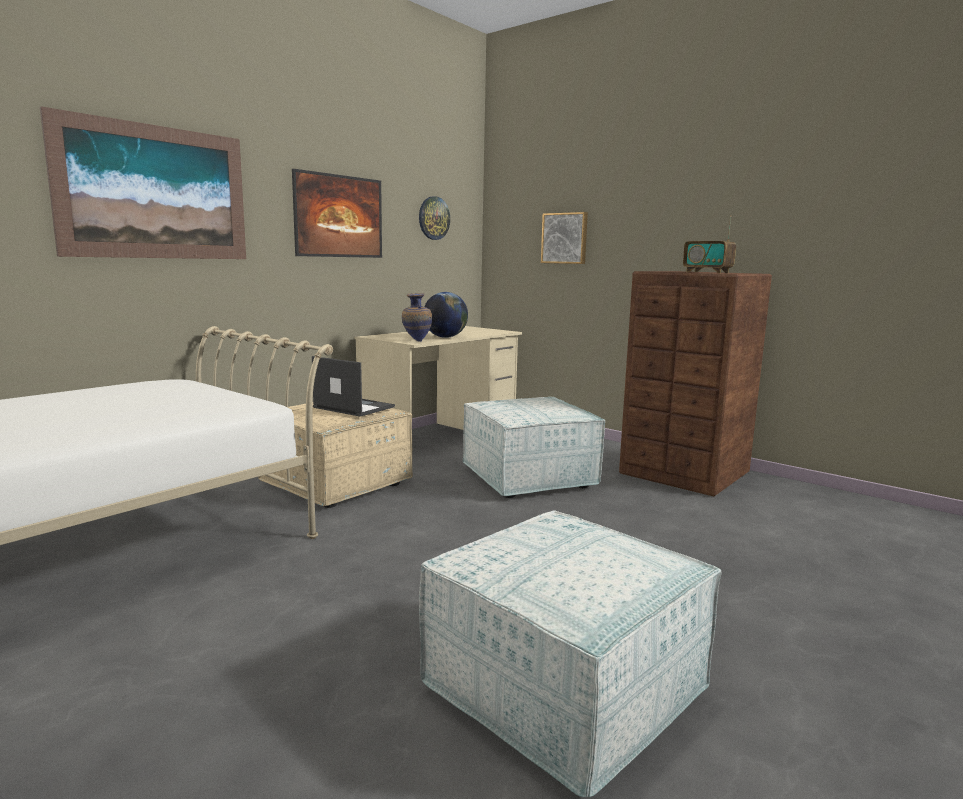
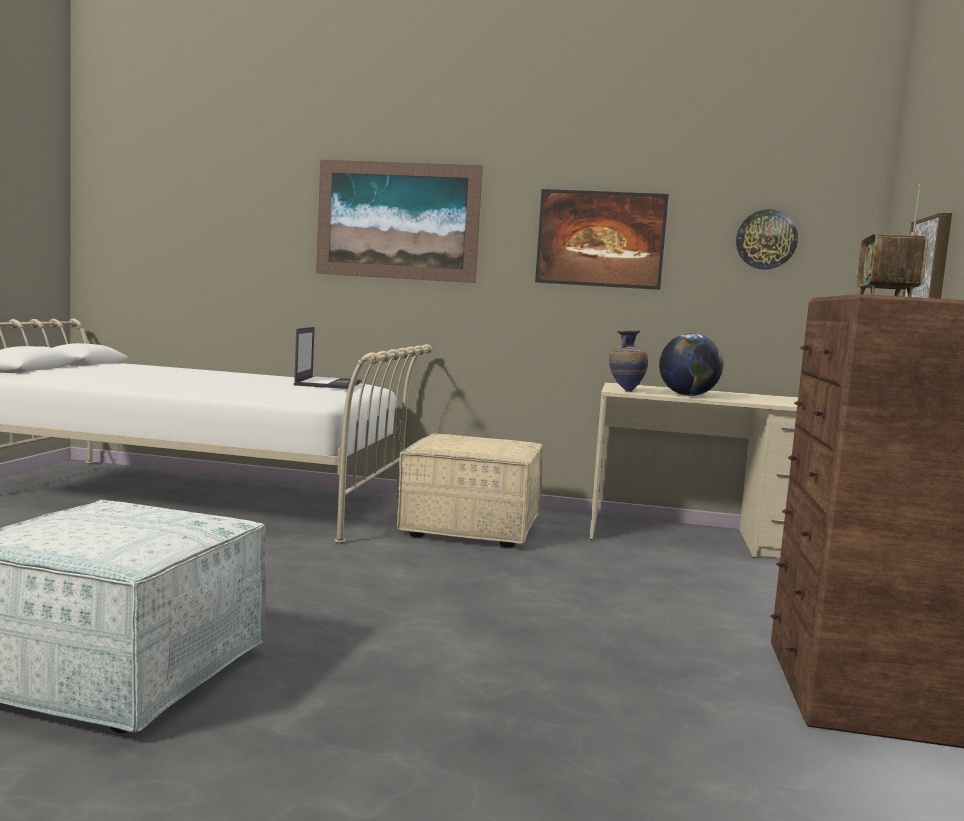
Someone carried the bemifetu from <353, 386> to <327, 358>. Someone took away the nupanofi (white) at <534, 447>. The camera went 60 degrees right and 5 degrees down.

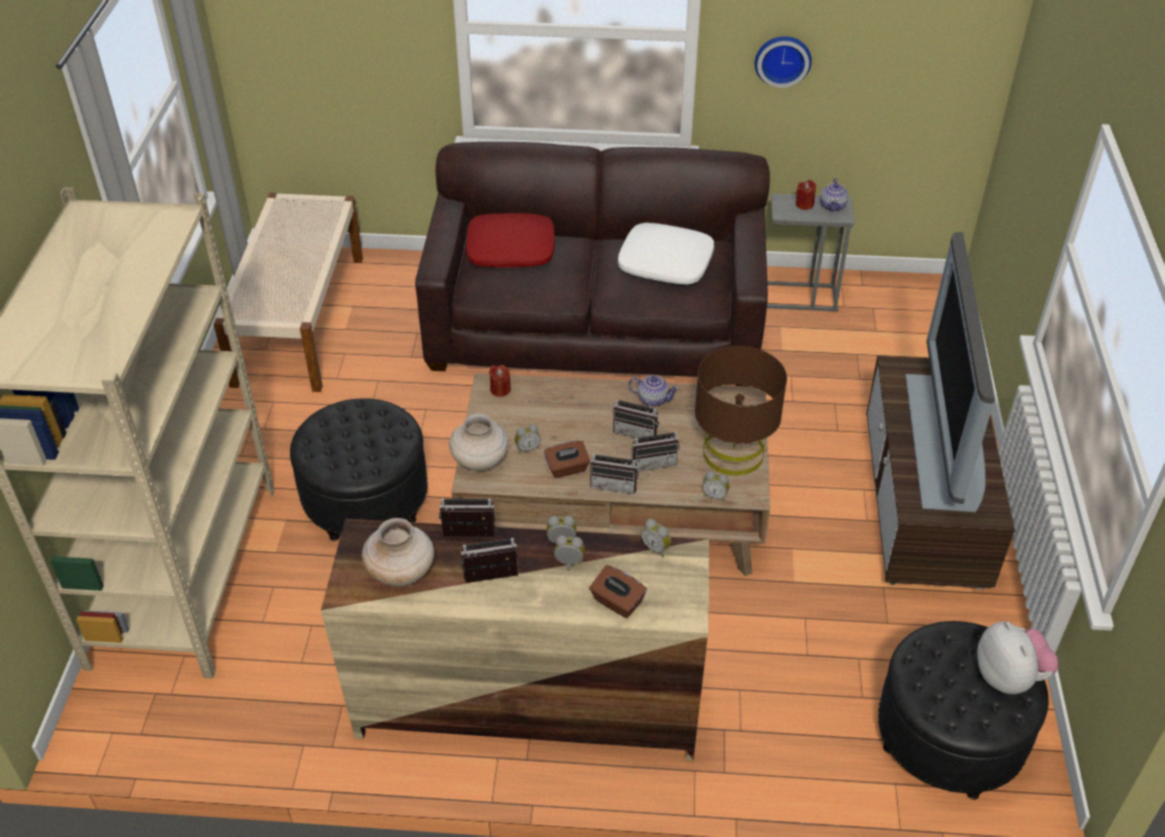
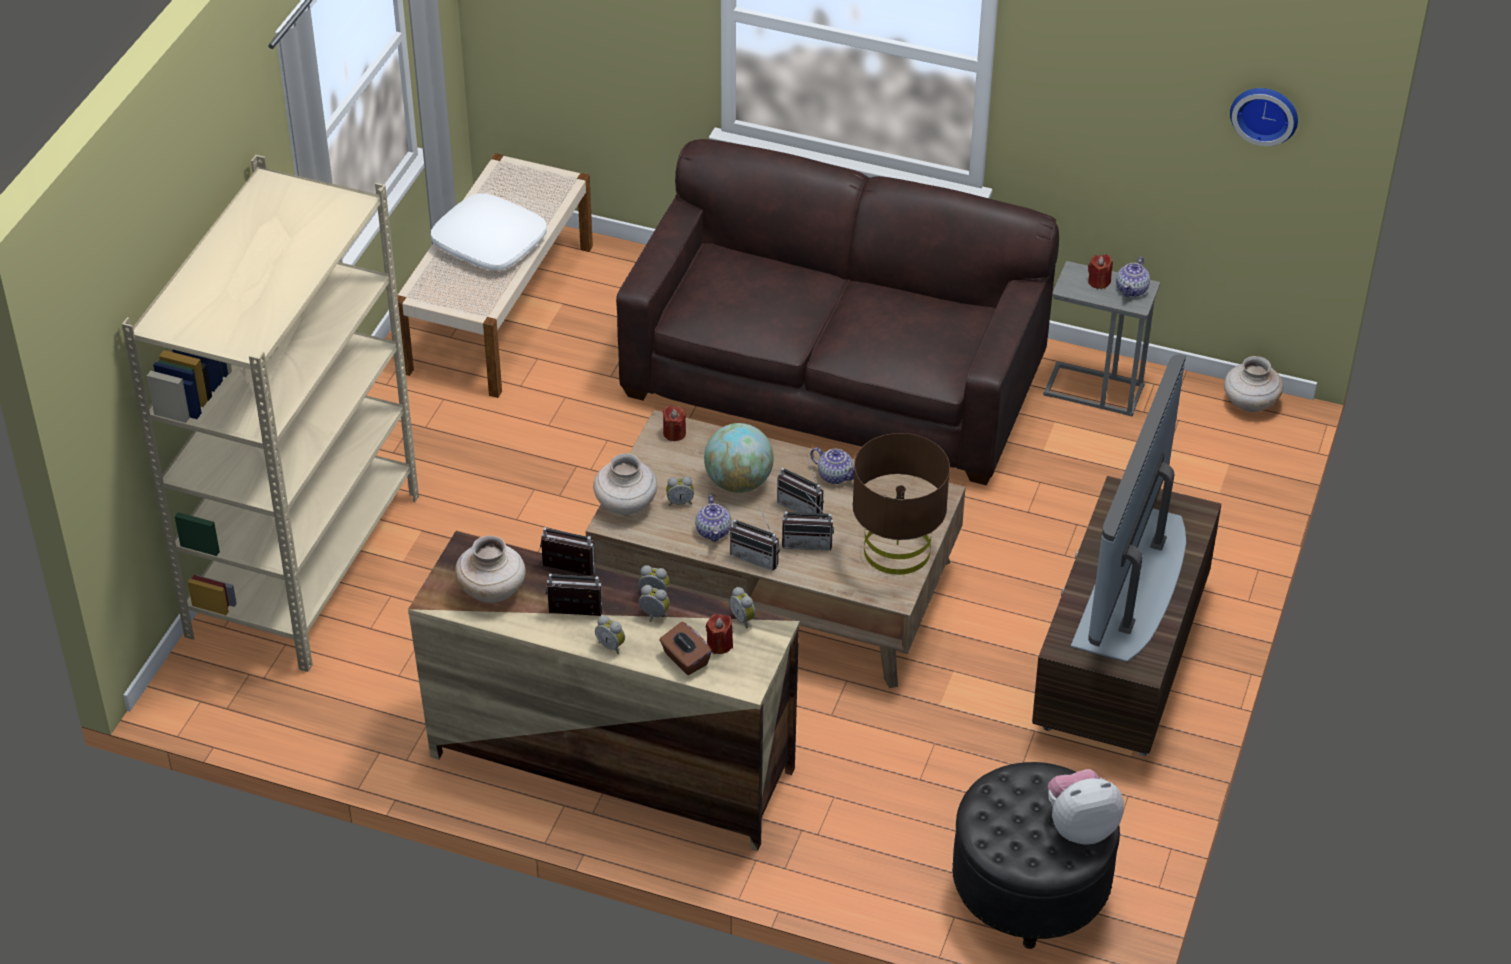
Someone carried the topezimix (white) from <666, 253> to <489, 232>. Someone carried the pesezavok from <716, 486> to <610, 634>. Someone swapped the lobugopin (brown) at <567, 459> for the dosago at <713, 518>. Someone put down the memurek at <739, 458>. Someone put down the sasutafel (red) at <719, 634>. Someone rotated the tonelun at <1017, 657> by 105 degrees counterclockwise. Someone put down the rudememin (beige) at <1253, 384>. Someone carried the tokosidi from <783, 62> to <1264, 117>. Someone took away the nupanofi (black) at <359, 469>. Someone took away the topezimix (red) at <510, 240>. The camera went 15 degrees right and 0 degrees up.

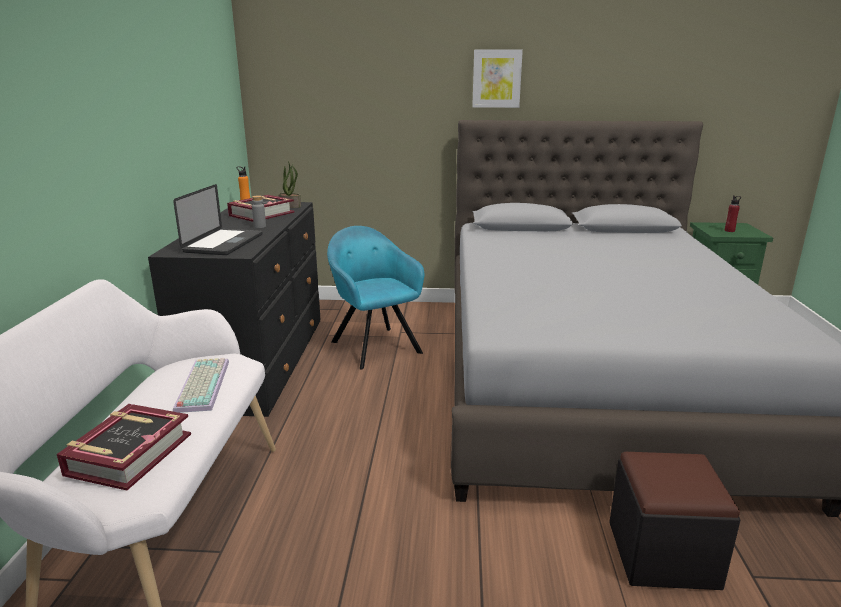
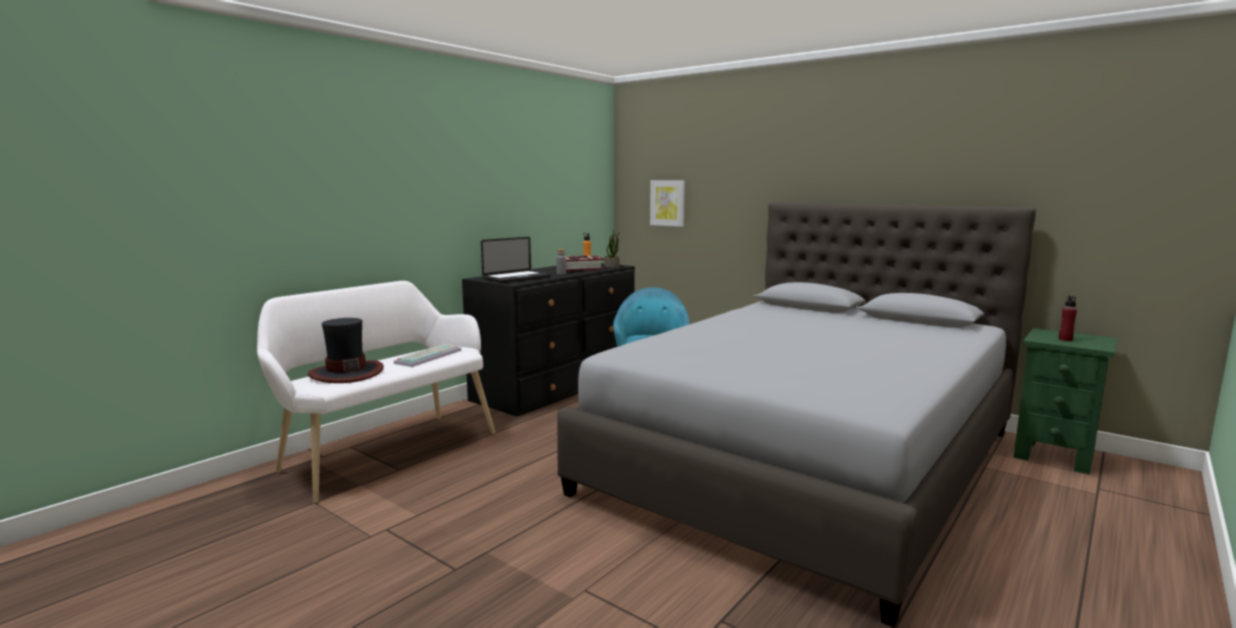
Someone swapped the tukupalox at <124, 447> for the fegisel at <346, 350>. Someone carried the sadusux from <497, 78> to <667, 203>. Someone took away the nupanofi (black) at <674, 521>. The camera went 35 degrees right and 10 degrees down.

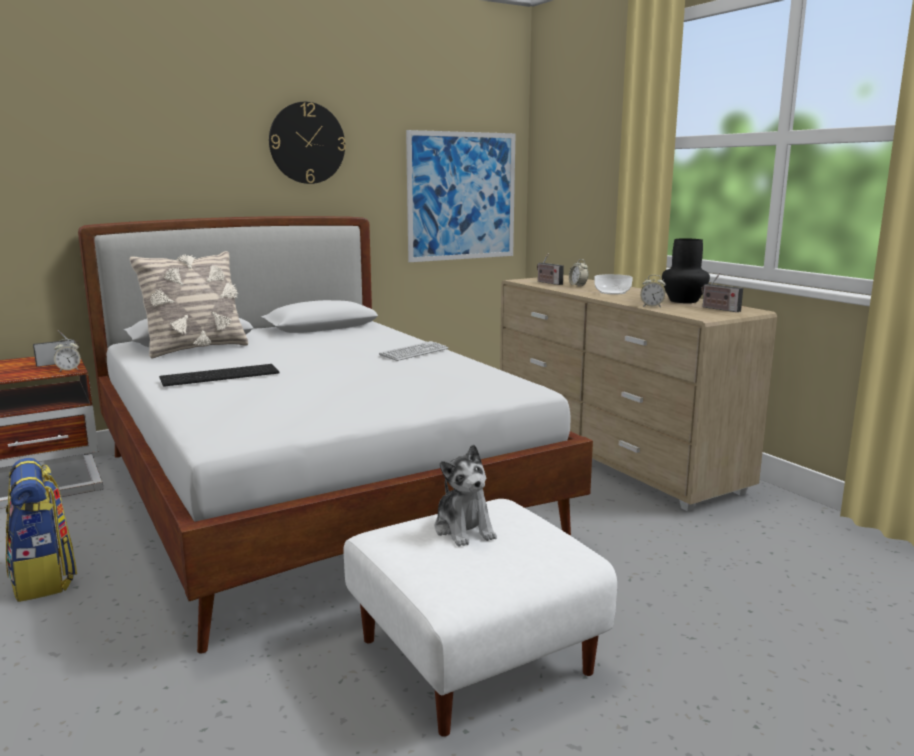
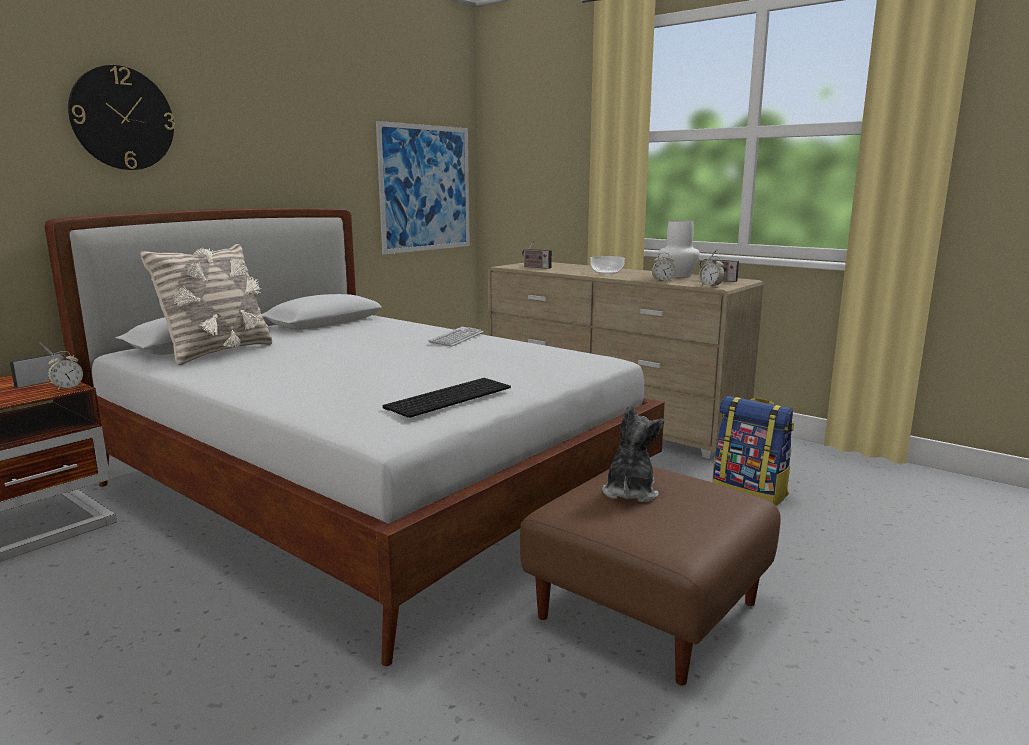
Someone carried the tokosidi from <307, 143> to <121, 117>. Someone carried the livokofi from <219, 375> to <447, 398>. Someone repainted the nupanofi (white) at <480, 618>, which became the nupanofi (brown) at <650, 576>. Someone rotated the tonelun at <466, 495> by 120 degrees counterclockwise. Someone repainted the rudememin (black) at <686, 270>, which became the rudememin (white) at <679, 249>. Someone carried the pesezavok from <578, 273> to <712, 271>. Someone carried the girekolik from <41, 530> to <753, 451>. The camera went 20 degrees left and 0 degrees up.

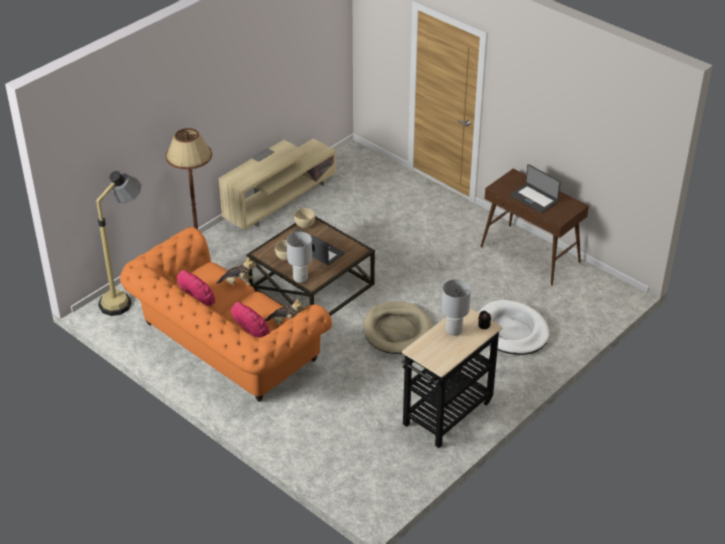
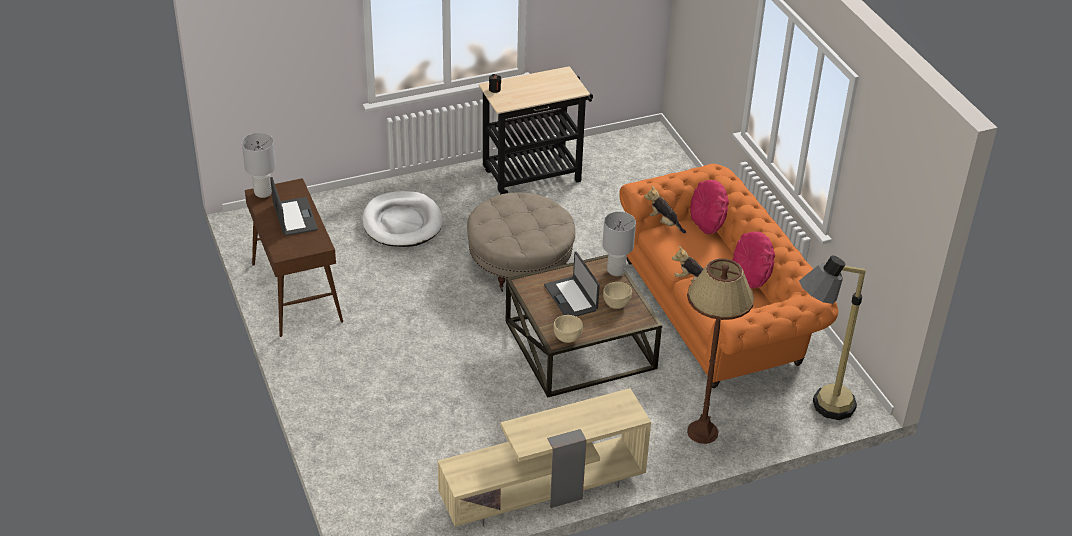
Someone carried the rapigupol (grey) from <456, 307> to <259, 165>. Someone swapped the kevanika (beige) at <397, 327> for the nupanofi (beige) at <521, 242>. The camera went 155 degrees left and 0 degrees up.

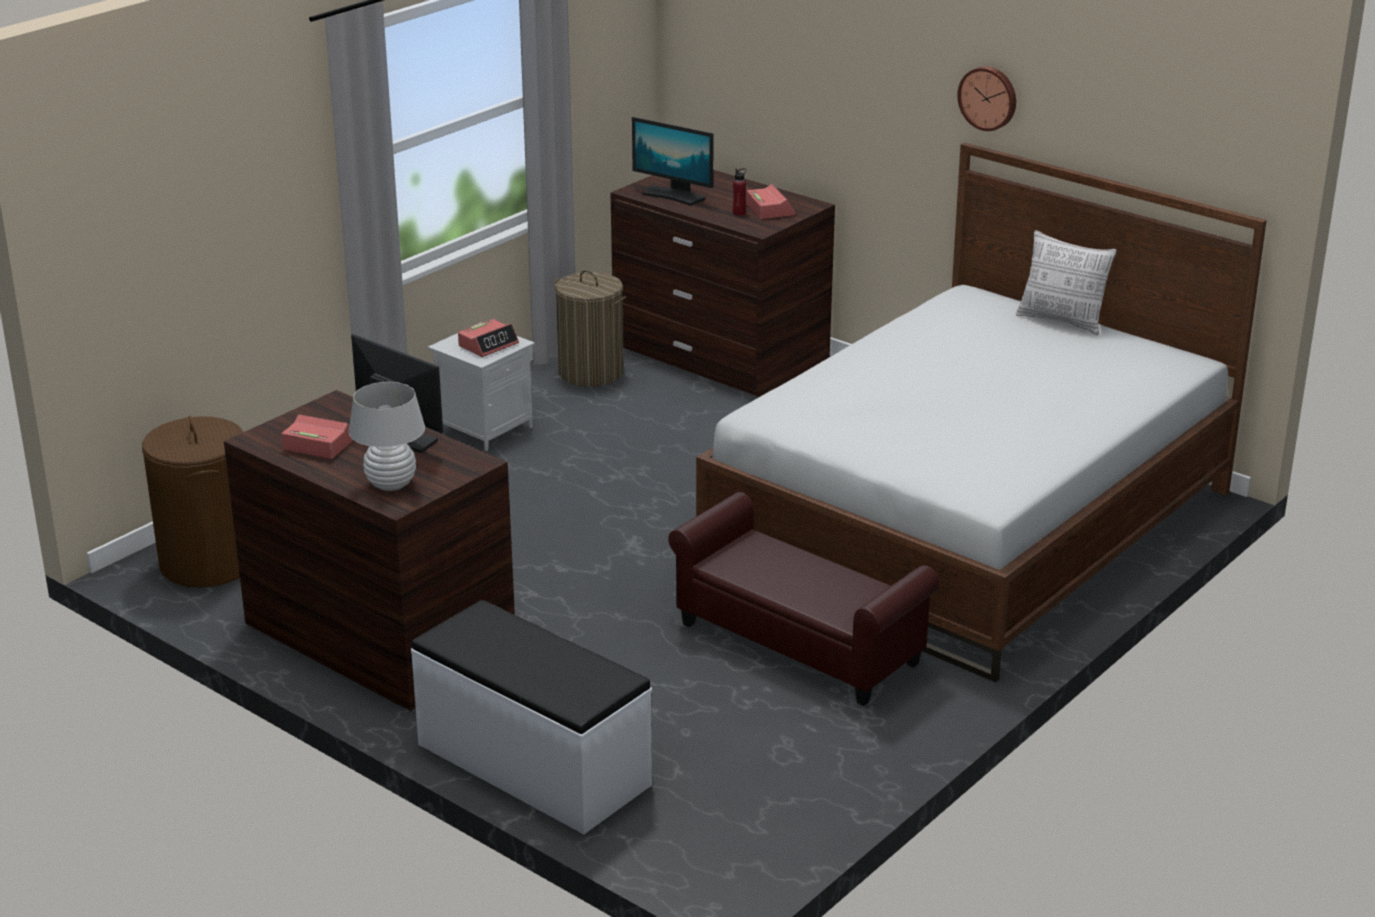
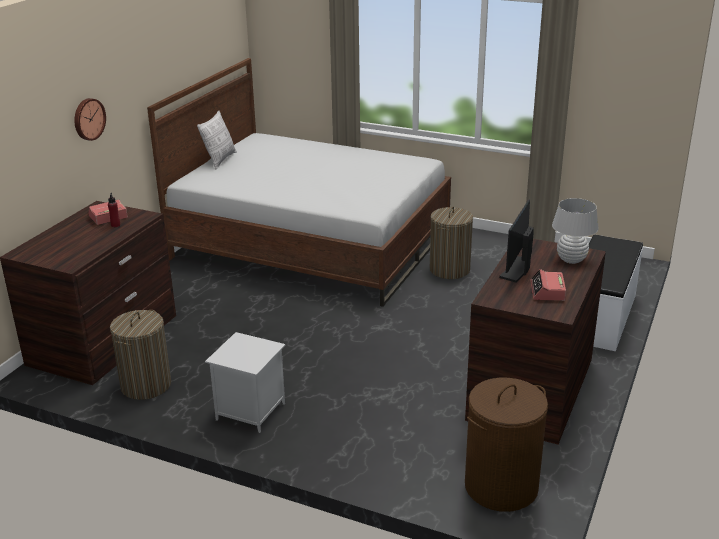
Someone carried the tokosidi from <986, 98> to <90, 119>. Someone swapped the nupanofi (brown) at <804, 599> for the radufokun at <451, 243>. Someone took away the pesezavok at <488, 338>. Someone took away the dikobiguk at <673, 161>. The camera went 105 degrees left and 0 degrees up.

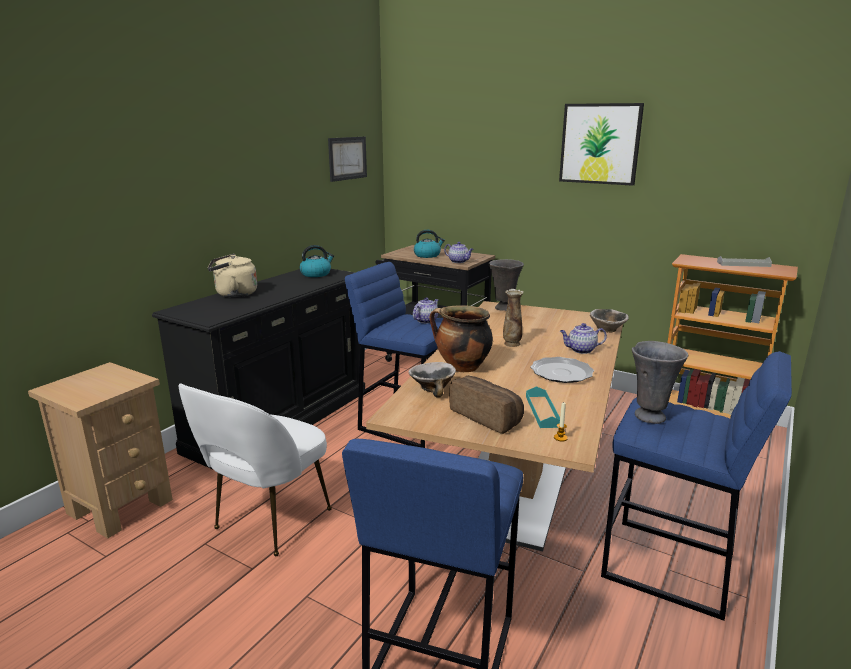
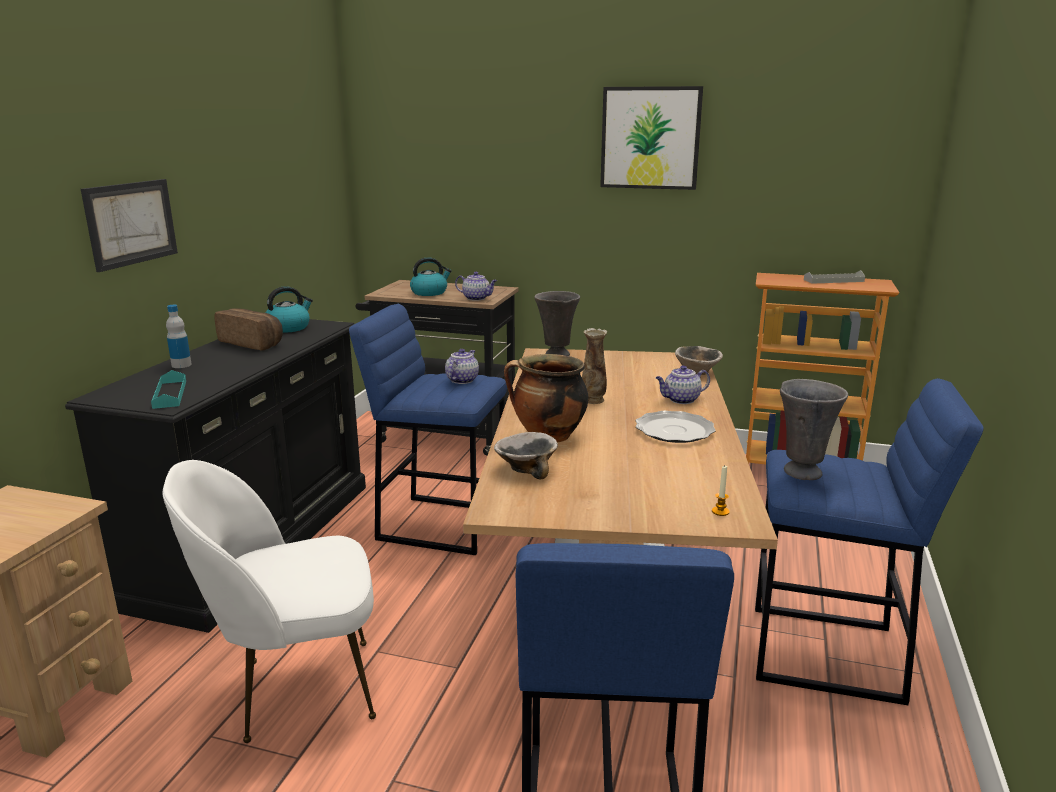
Someone carried the sadusux from <347, 159> to <129, 225>. Someone carried the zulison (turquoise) from <543, 407> to <168, 389>. Someone rotated the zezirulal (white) at <255, 469> by 60 degrees clockwise. Someone swapped the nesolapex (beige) at <232, 276> for the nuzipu at <179, 336>. Someone carried the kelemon from <486, 405> to <249, 329>. The camera went 15 degrees left and 0 degrees up.

